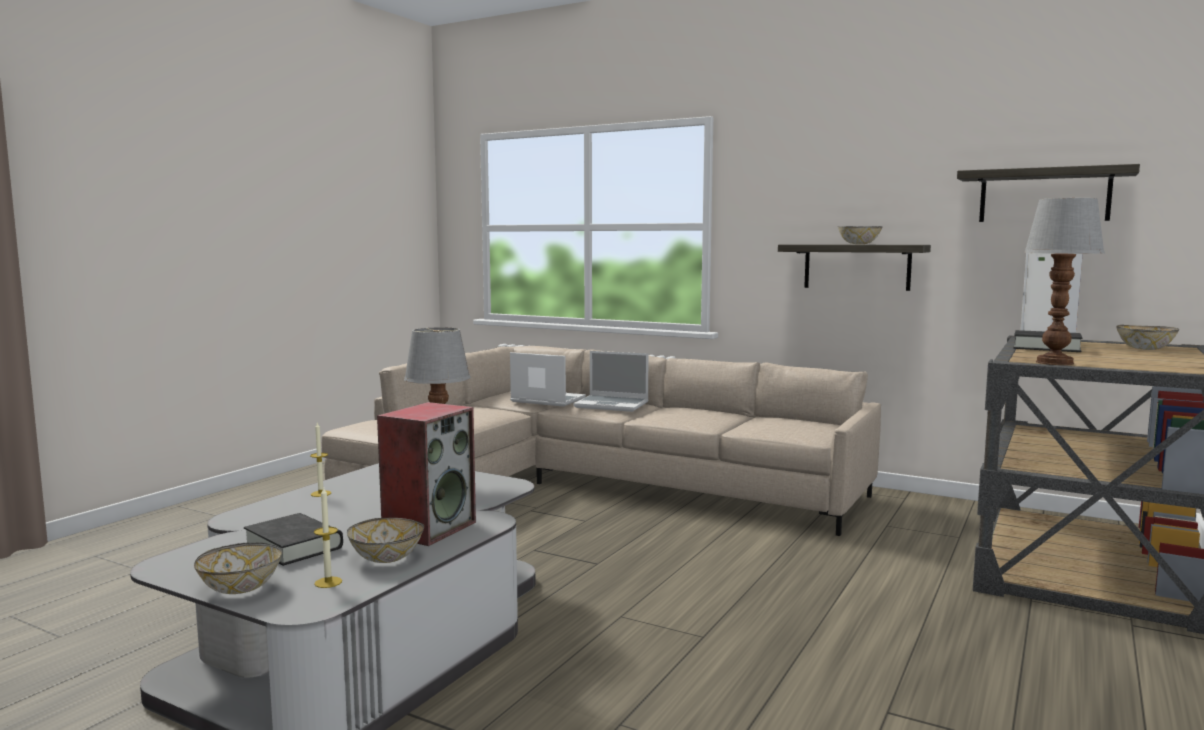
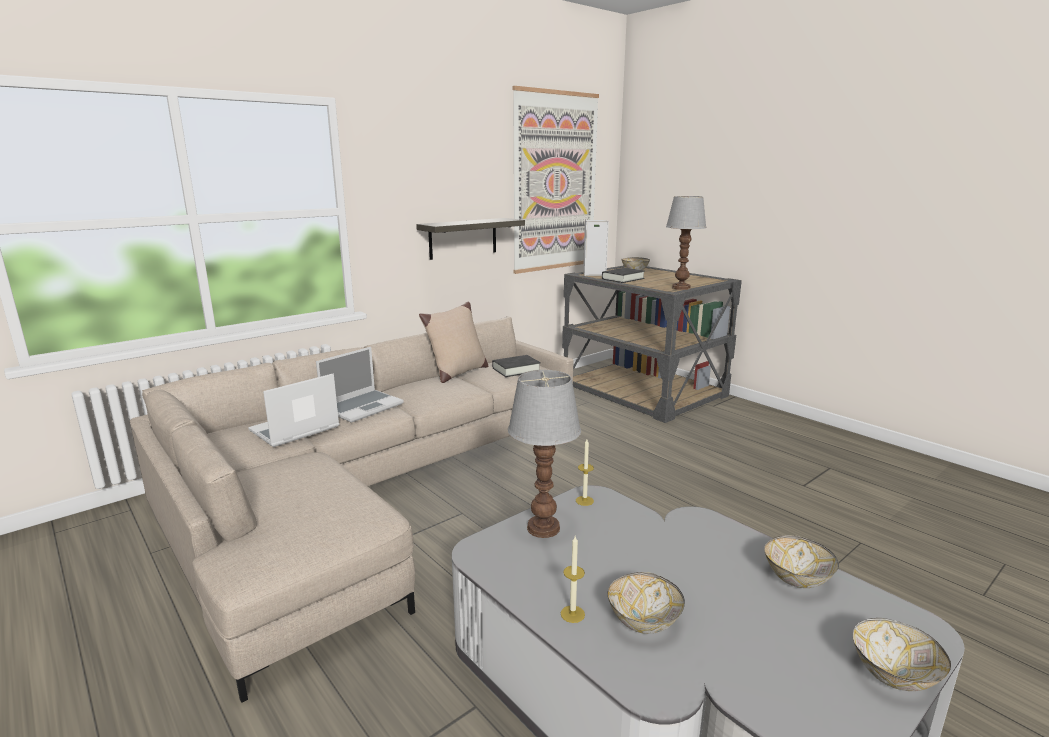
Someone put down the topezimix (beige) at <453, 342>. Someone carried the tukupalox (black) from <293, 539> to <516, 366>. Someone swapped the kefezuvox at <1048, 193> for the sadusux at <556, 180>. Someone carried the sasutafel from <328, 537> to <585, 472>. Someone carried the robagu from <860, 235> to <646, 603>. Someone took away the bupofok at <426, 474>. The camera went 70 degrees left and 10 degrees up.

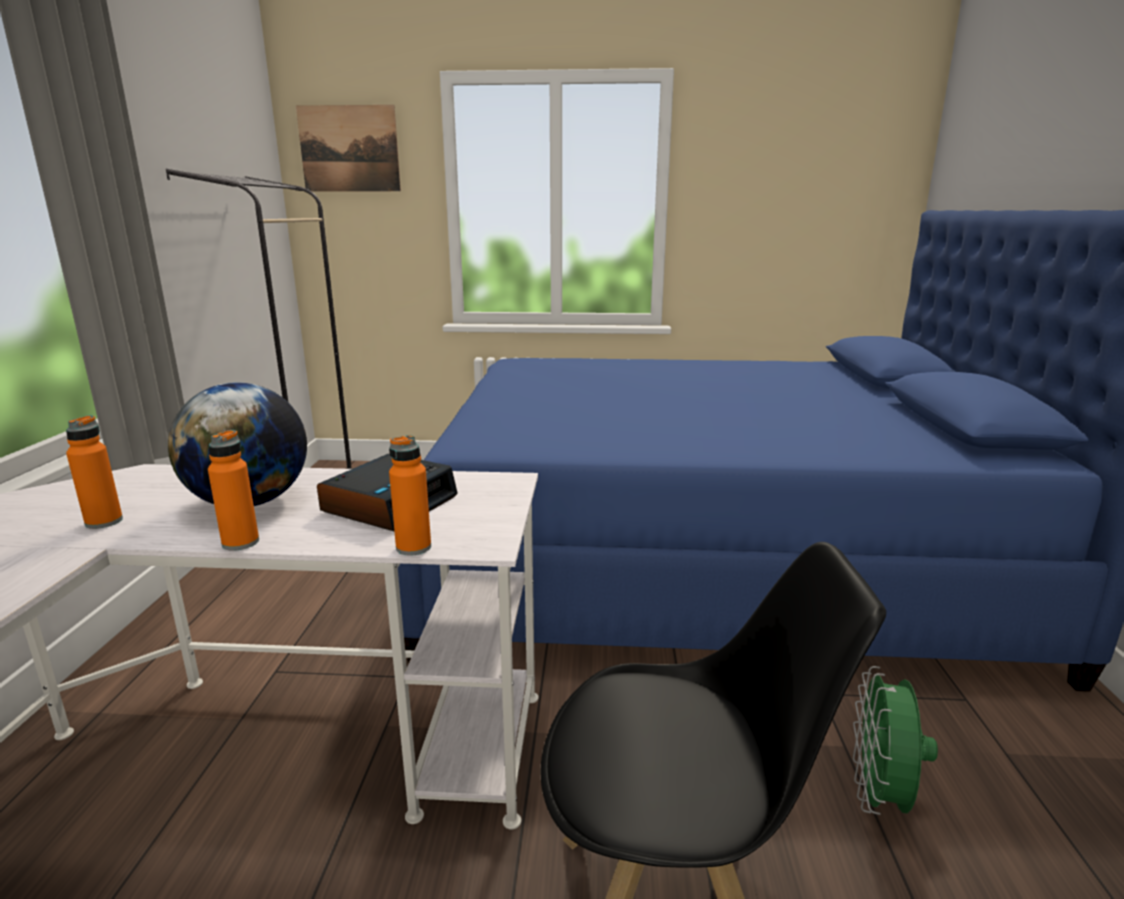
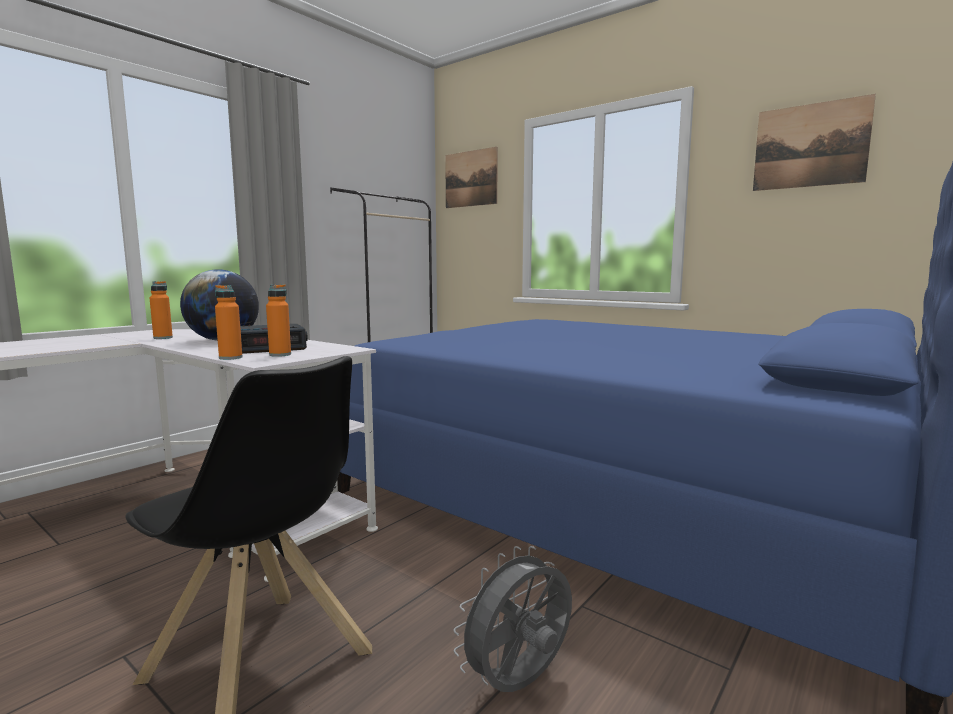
Someone carried the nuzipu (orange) from <233, 490> to <278, 320>. Someone repainted the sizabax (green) at <895, 740>, which became the sizabax (grey) at <512, 619>. Someone put up the sadusux at <814, 142>. The camera went 35 degrees right and 10 degrees down.

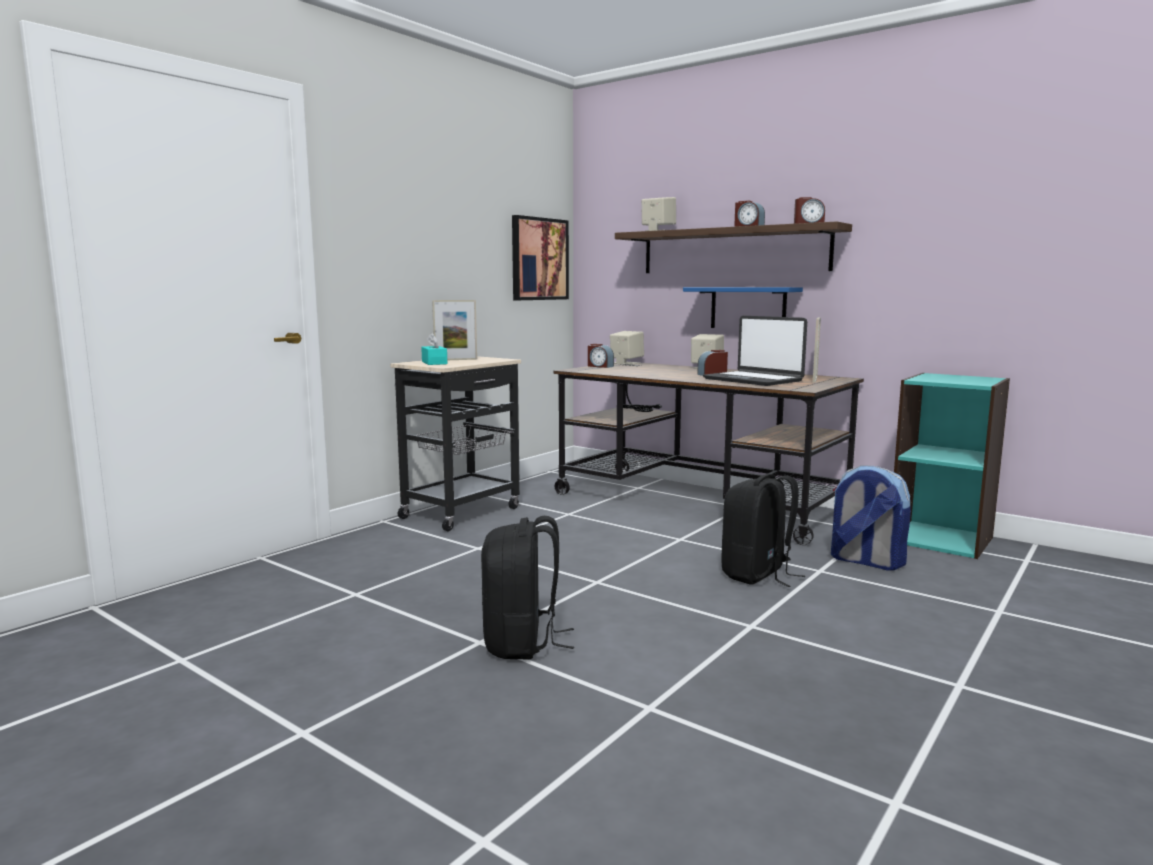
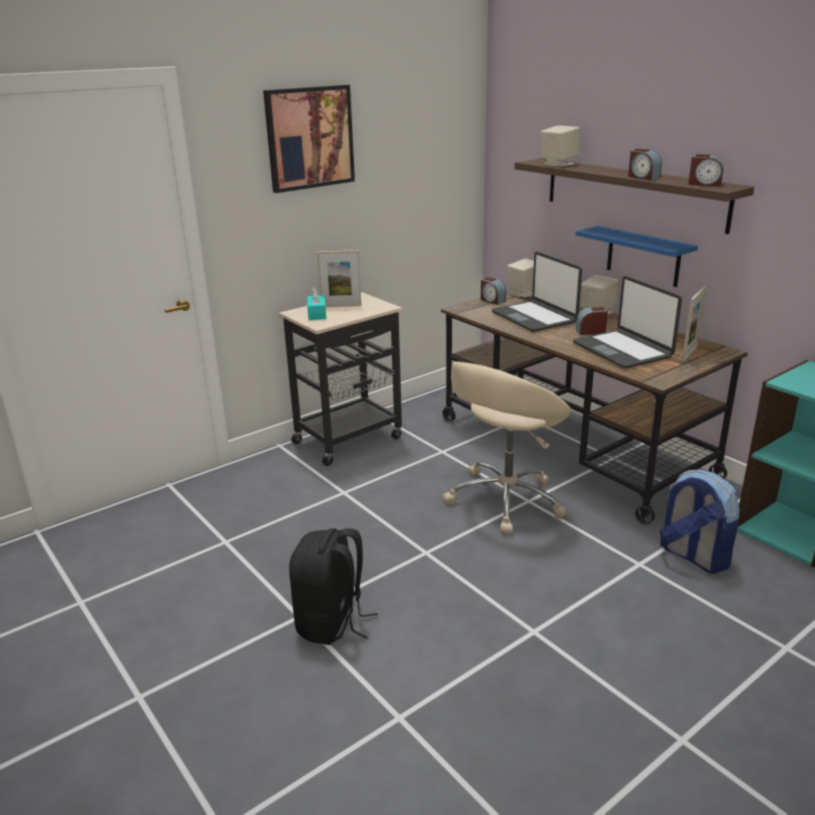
Someone carried the sadusux from <540, 257> to <309, 139>. Someone put down the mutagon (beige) at <507, 448>. Someone put down the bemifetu at <536, 292>. Someone took away the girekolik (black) at <763, 530>. The camera went 15 degrees right and 15 degrees up.

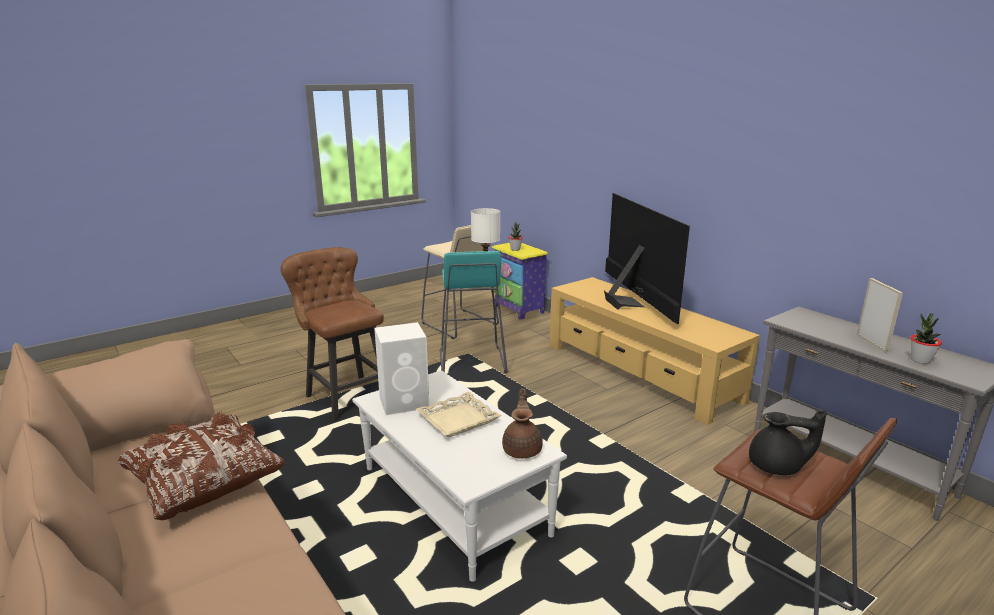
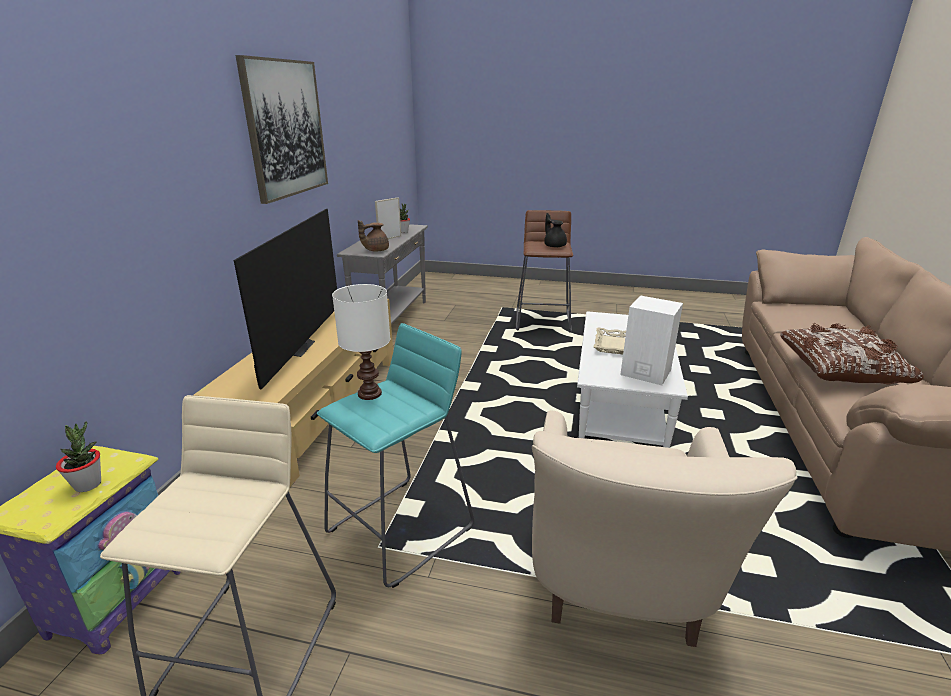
Someone rotated the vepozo at <647, 258> by 150 degrees clockwise. Someone put up the sadusux at <281, 129>. Someone carried the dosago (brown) from <522, 423> to <373, 236>. Someone swapped the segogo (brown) at <332, 334> for the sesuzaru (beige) at <665, 529>. The camera went 130 degrees left and 5 degrees up.

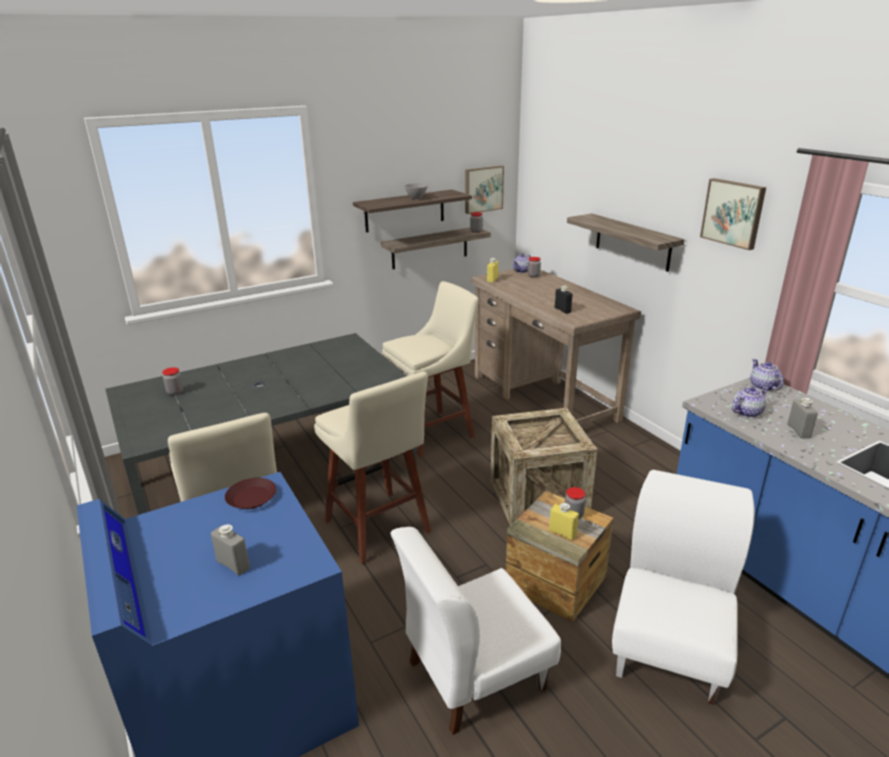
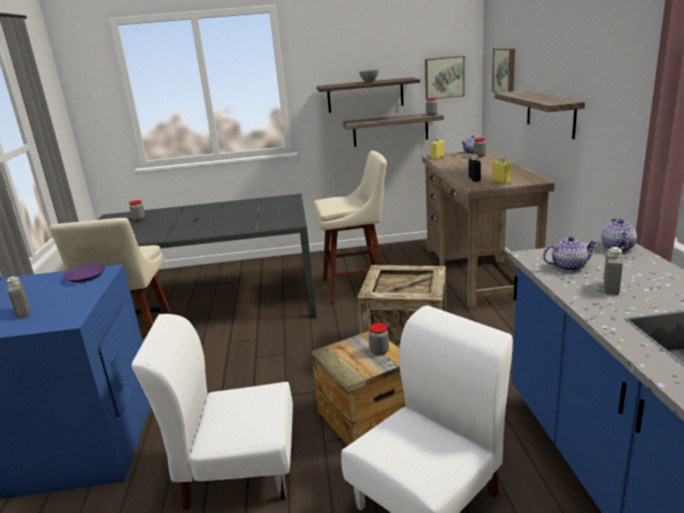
Someone repainted the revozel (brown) at <251, 493>, which became the revozel (purple) at <84, 273>. Someone carried the sadusux from <733, 214> to <503, 70>. Someone carried the nuzipu (yellow) from <564, 522> to <501, 170>. Someone took away the segogo (beige) at <372, 467>. The camera went 25 degrees right and 5 degrees down.

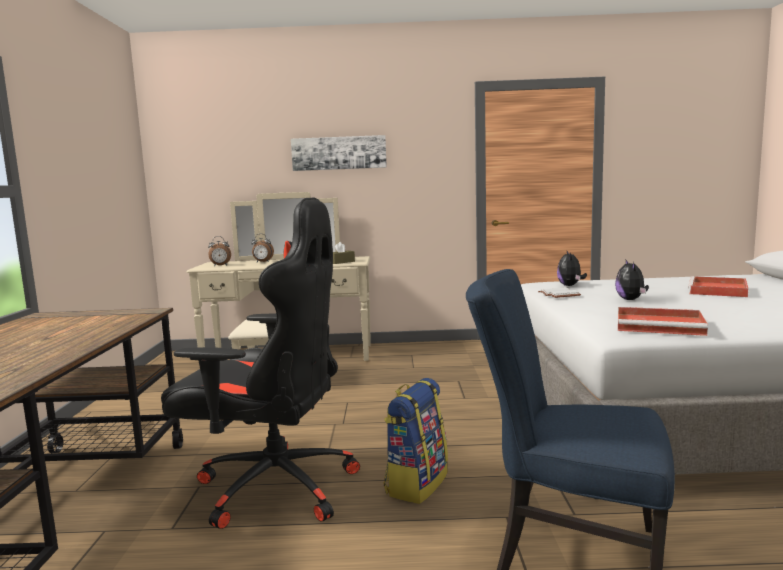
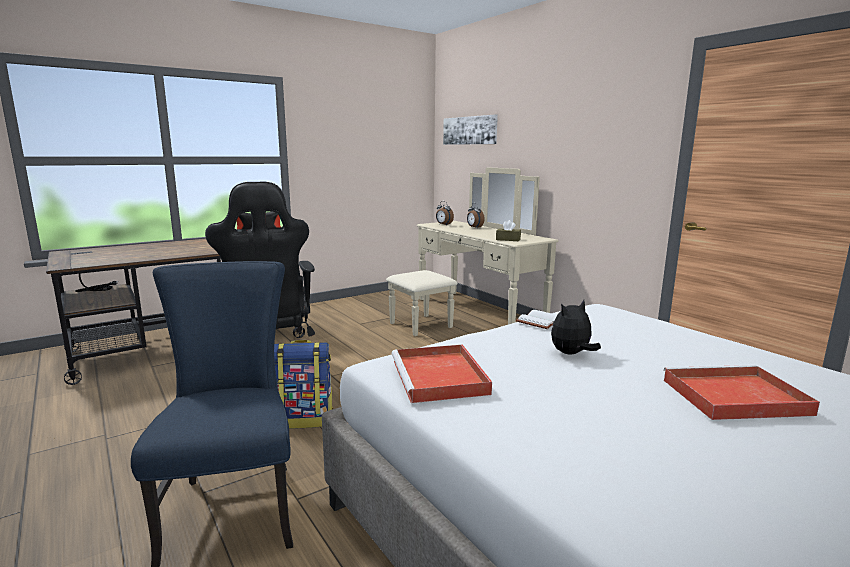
Someone carried the sadusux from <339, 153> to <470, 130>. Someone took away the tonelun at <572, 268>. The camera went 55 degrees right and 5 degrees up.

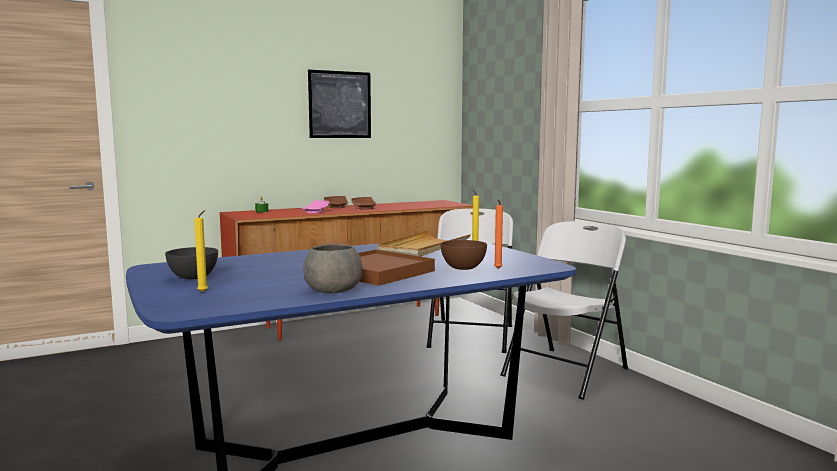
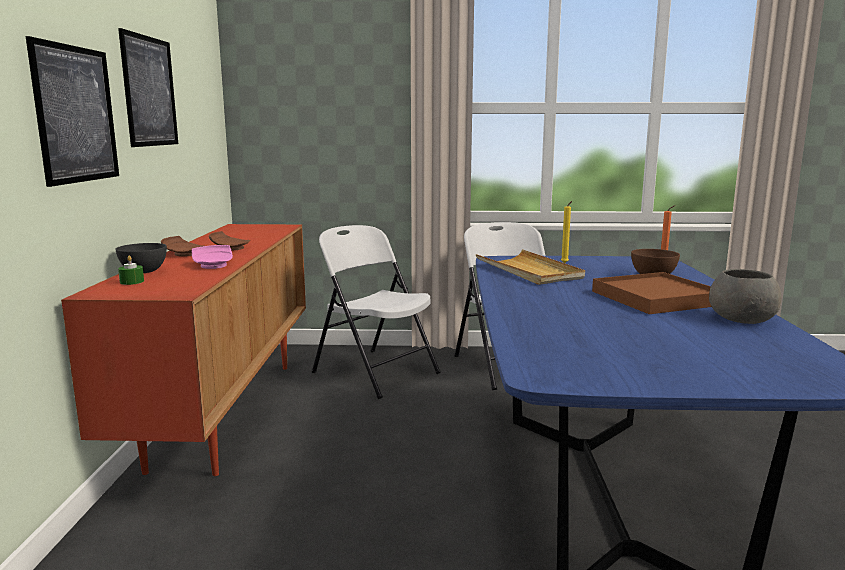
Someone put up the sadusux at <72, 111>. Someone carried the robagu (grey) from <191, 263> to <141, 258>. Someone took away the sasutafel (yellow) at <201, 251>. The camera went 60 degrees left and 5 degrees up.

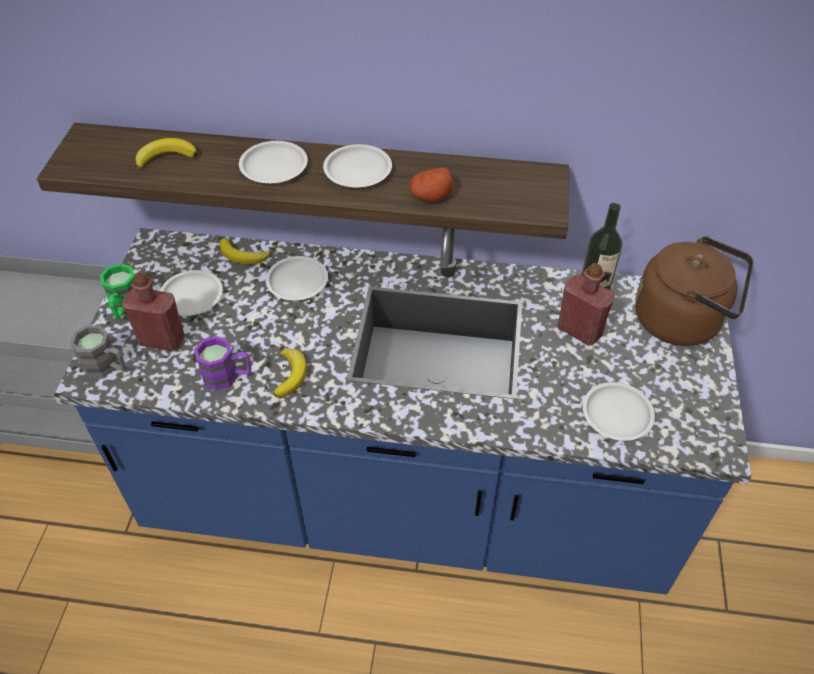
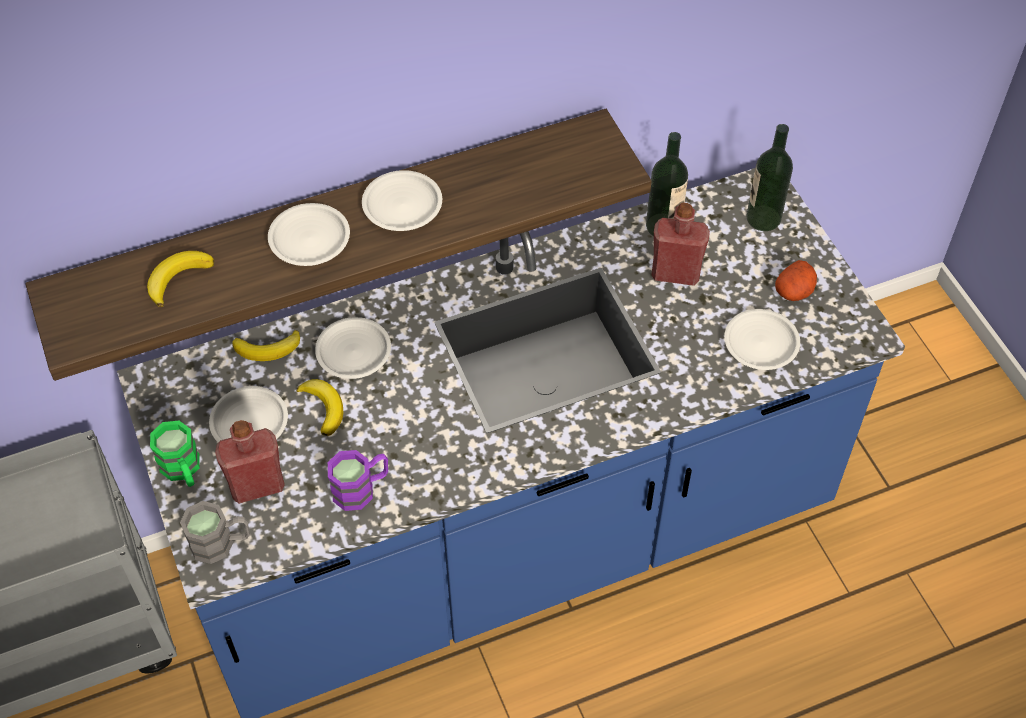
Someone carried the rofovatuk from <290, 373> to <319, 407>. Someone swapped the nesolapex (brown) at <694, 291> for the nuzipu at <769, 177>. Someone carried the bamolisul from <432, 184> to <796, 280>. The camera went 30 degrees left and 5 degrees up.

